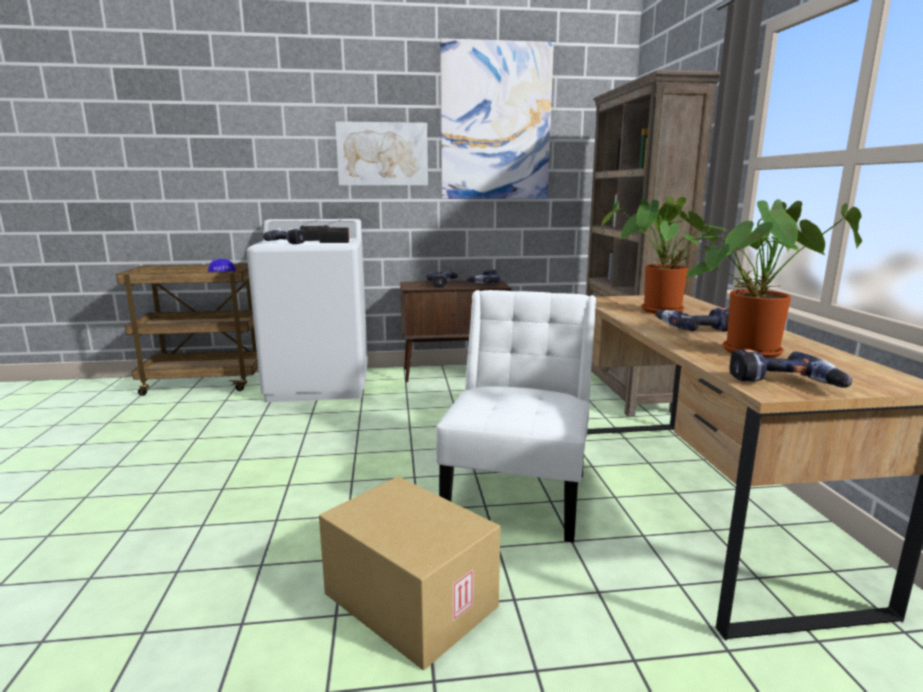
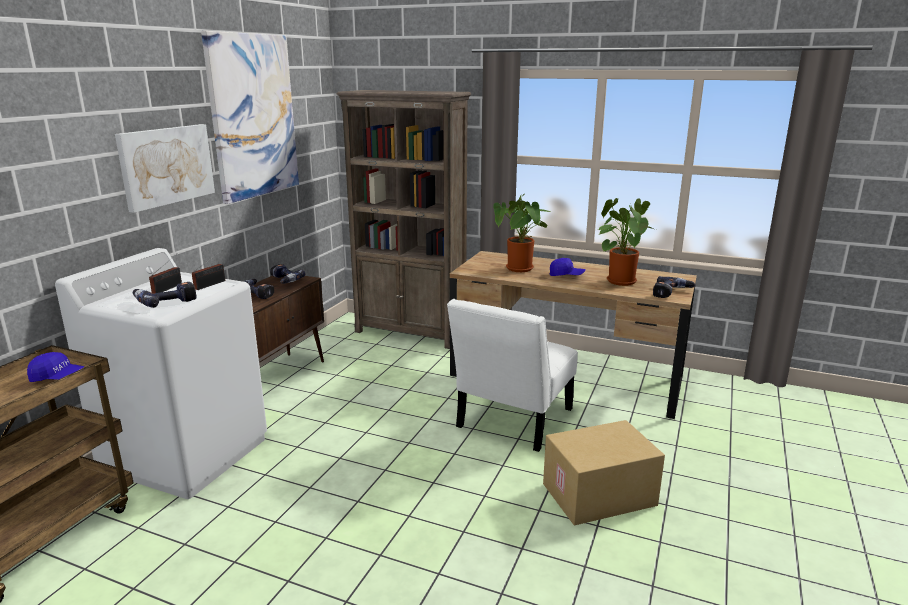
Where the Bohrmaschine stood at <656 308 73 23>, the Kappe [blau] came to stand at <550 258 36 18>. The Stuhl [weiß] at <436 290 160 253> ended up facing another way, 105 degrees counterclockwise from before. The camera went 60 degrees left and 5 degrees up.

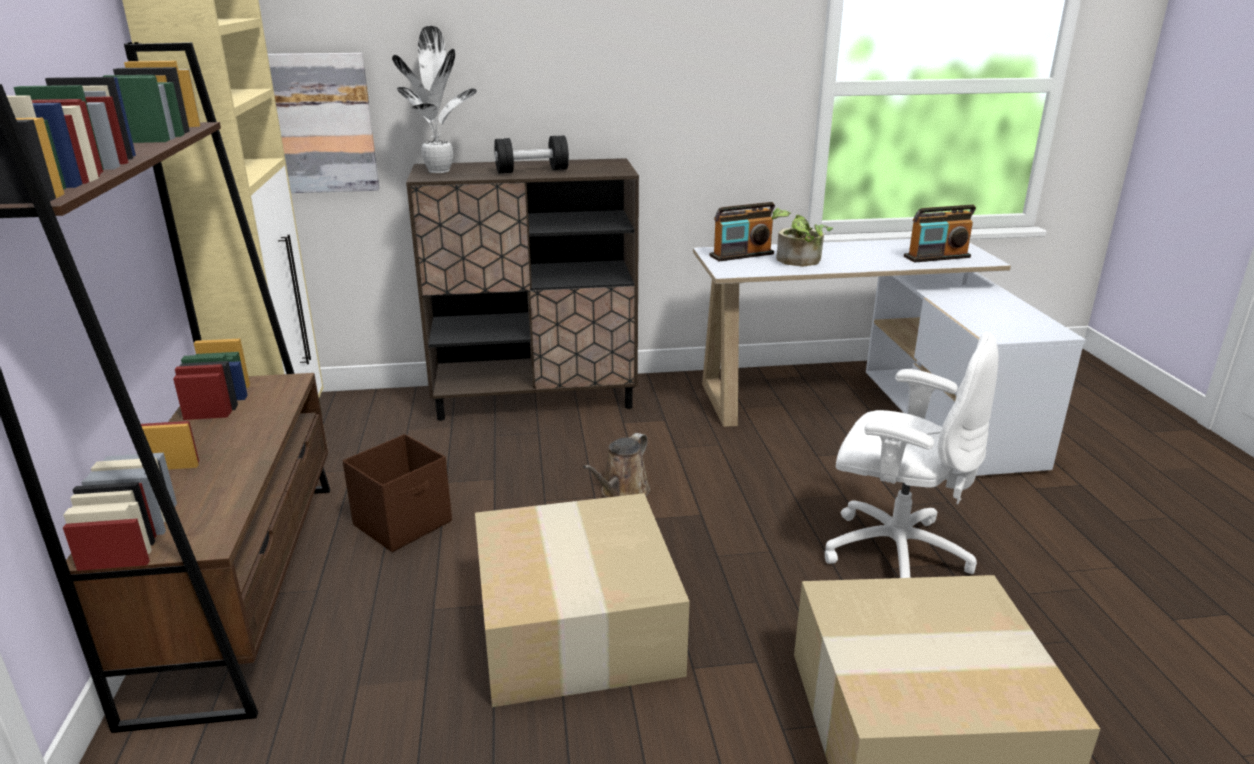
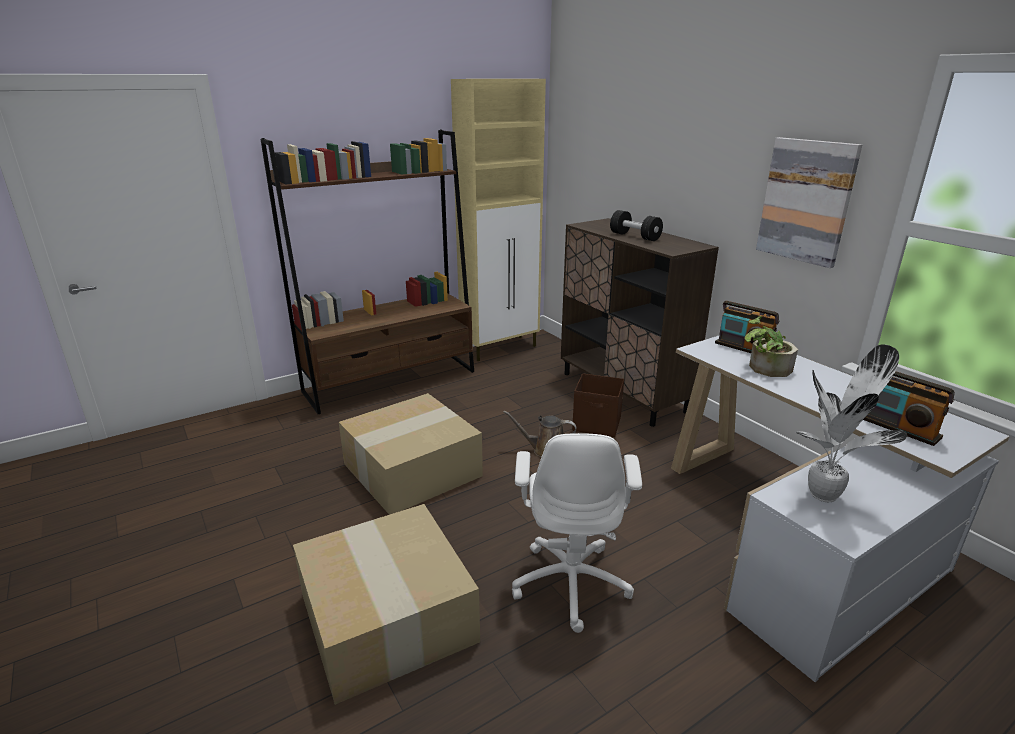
The Bild ended up elsewhere, having gone from <268 53 111 140> to <756 137 106 131>. The Aufbewahrungsbox [braun] ended up elsewhere, having gone from <343 434 109 118> to <572 373 52 64>. The Topfpflanze ended up elsewhere, having gone from <392 26 85 147> to <795 345 112 157>. The camera went 65 degrees right and 0 degrees up.

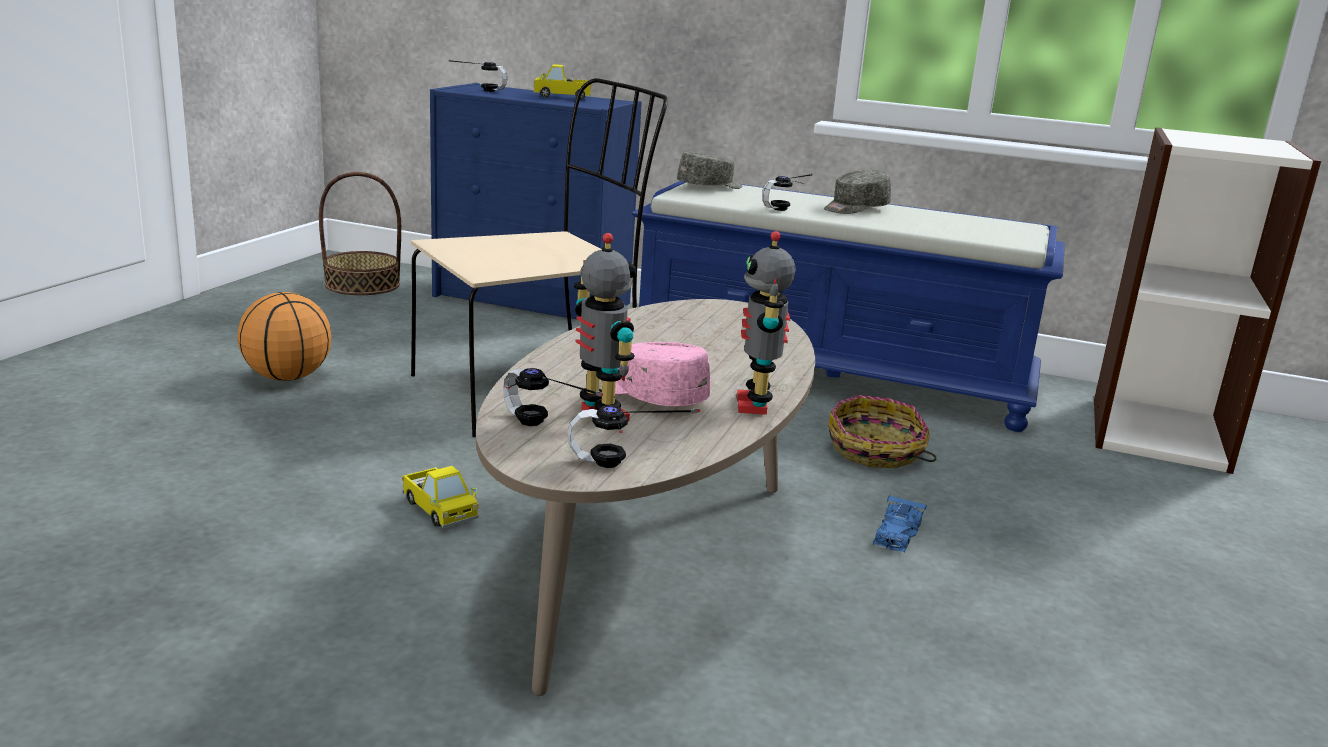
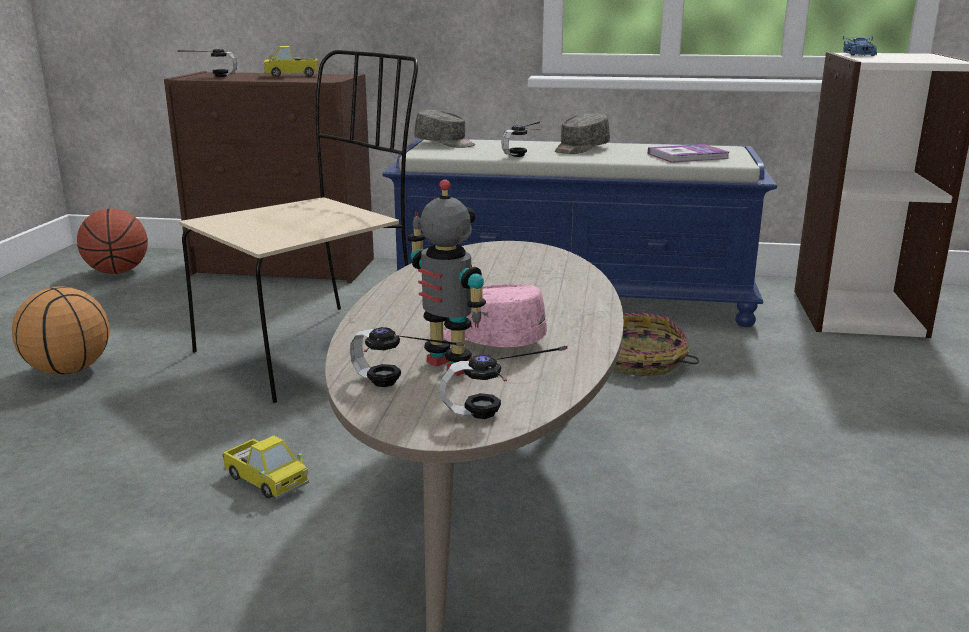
The second view lost the Spielzeugroboter at <737 231 59 184>. The second view gained the Buch at <648 144 81 19>. The Spielzeugauto [blau] ended up elsewhere, having gone from <873 495 54 57> to <843 36 34 20>. Where the Korb stood at <319 172 82 123>, the Basketball came to stand at <77 208 71 66>. What was the Kommode [blau] at <430 83 212 236> turned into the Kommode [braun] at <164 71 210 212>. The Kappe [grau] at <677 152 65 37> ended up facing another way, 75 degrees clockwise from before. The camera went 10 degrees left and 0 degrees up.

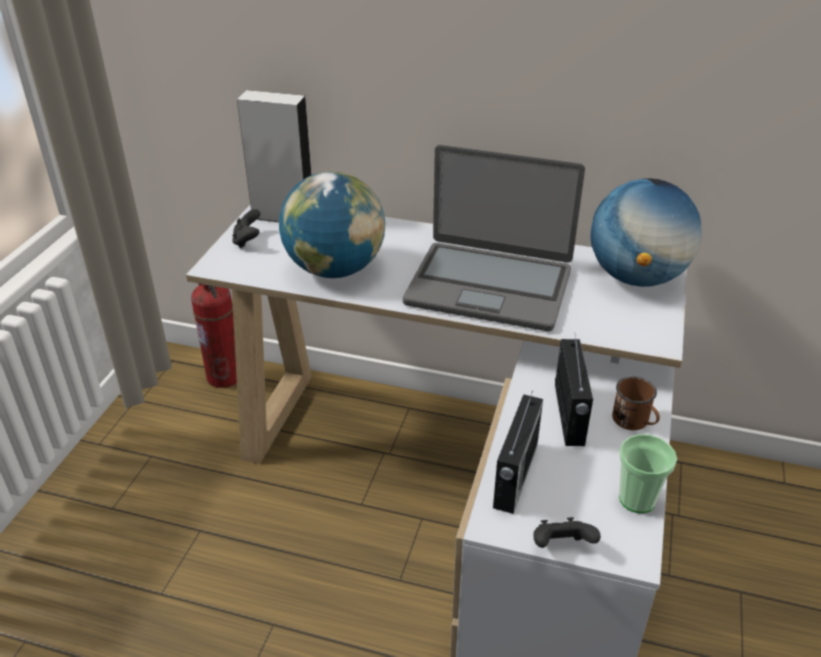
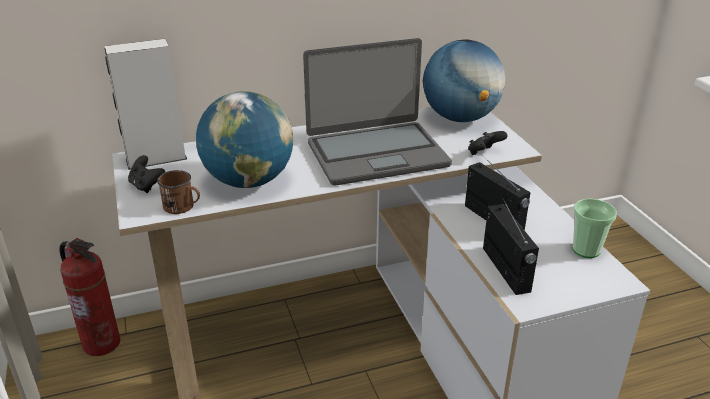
The Gamepad [schwarz] ended up elsewhere, having gone from <533 517 68 31> to <468 131 40 24>. The Henkelbecher [braun] ended up elsewhere, having gone from <612 376 48 54> to <157 170 43 44>. The camera went 35 degrees left and 5 degrees down.

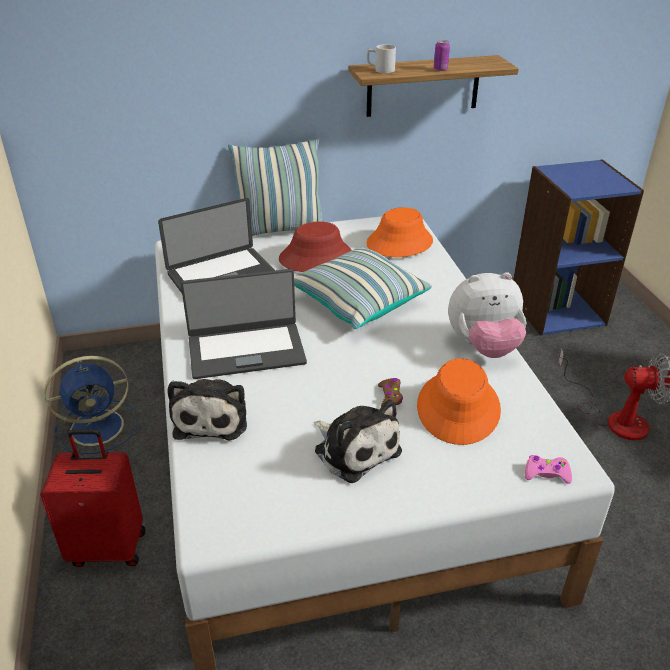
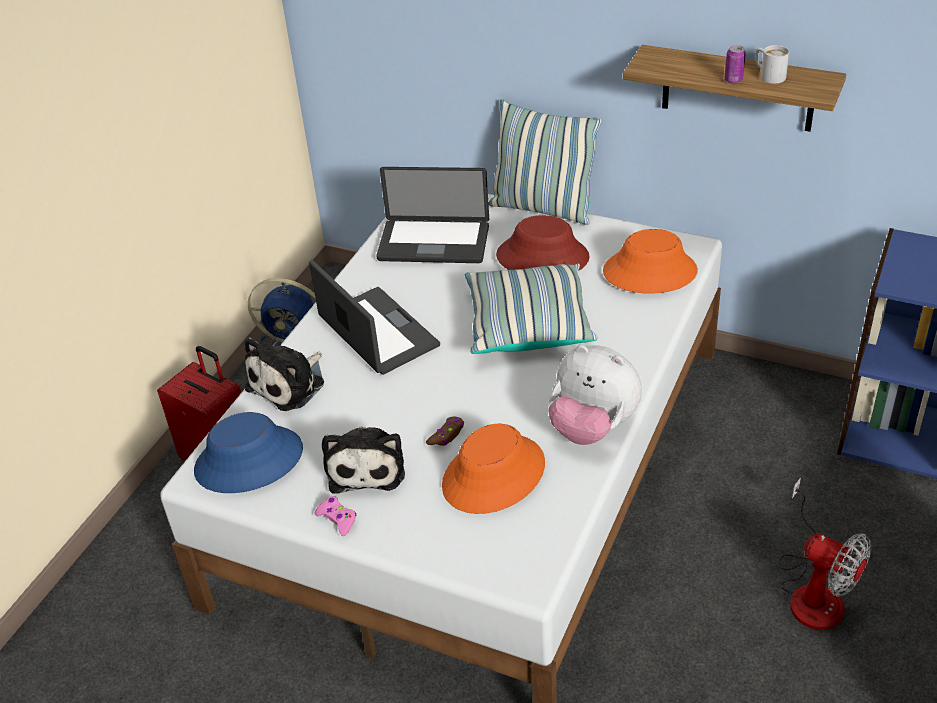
The second view gained the Hut [blau] at <194 412 109 81>. The Henkelbecher [weiß] ended up elsewhere, having gone from <367 44 29 29> to <755 45 35 39>. The Gamepad [rosa] ended up elsewhere, having gone from <525 455 47 29> to <314 496 42 40>. The Laptop at <181 269 126 110> ended up facing another way, 150 degrees counterclockwise from before. The camera went 40 degrees right and 5 degrees up.

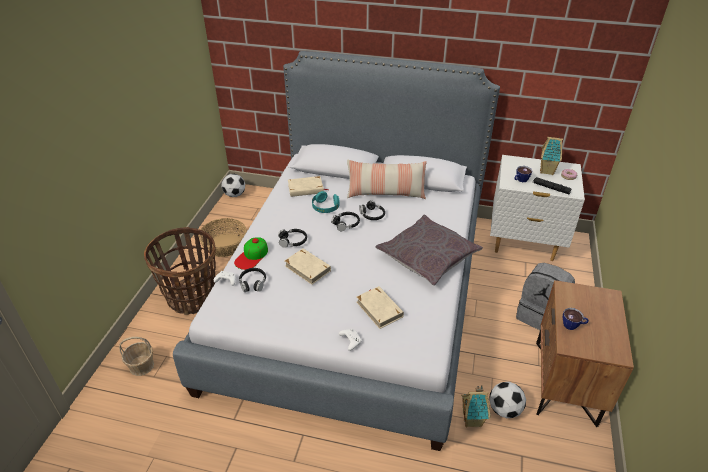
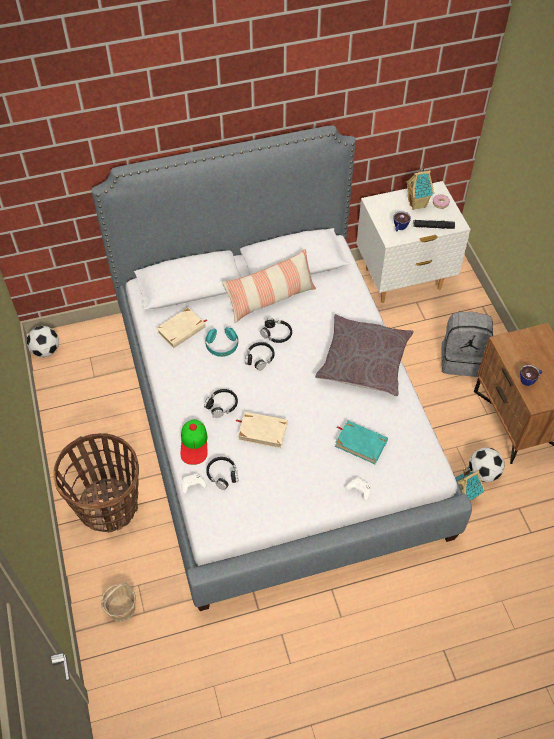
The second view lost the Korb at <198 218 49 39>. What was the Buch [beige] at <356 286 48 43> turned into the Buch [türkis] at <335 420 53 44>. The camera went 30 degrees left and 15 degrees up.

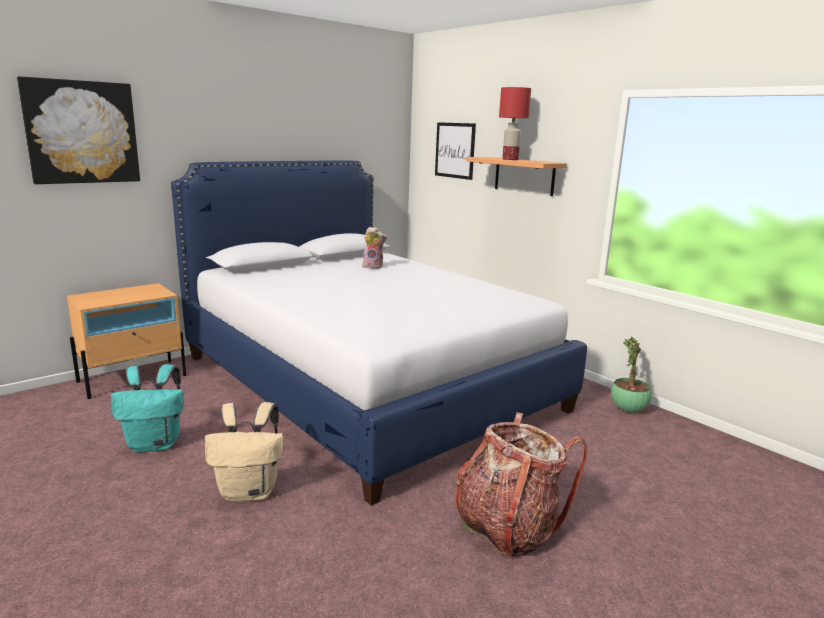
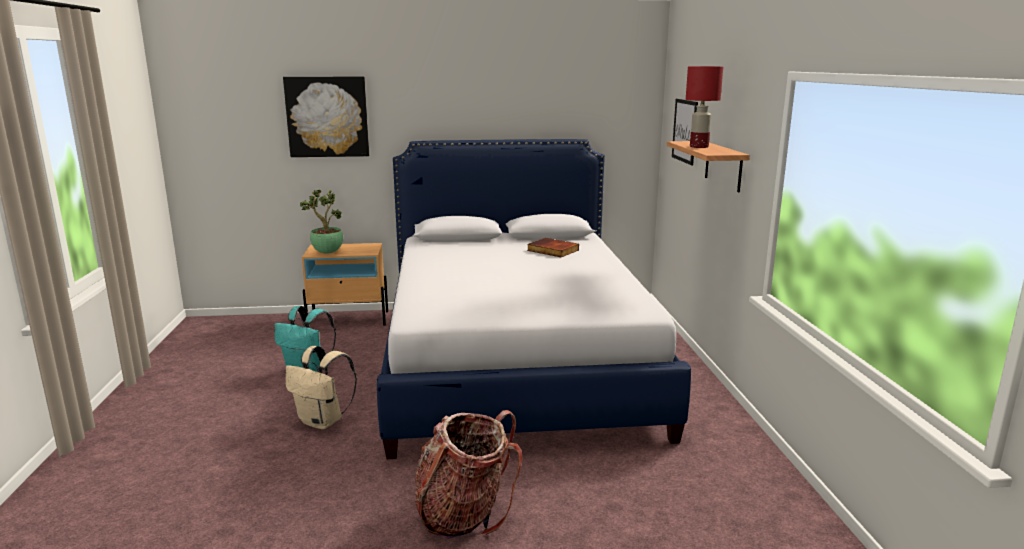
The Topfpflanze ended up elsewhere, having gone from <611 336 41 76> to <300 189 43 65>. Where the Plüschtier stood at <362 227 25 42>, the Buch came to stand at <527 238 52 19>. The camera went 35 degrees right and 0 degrees up.

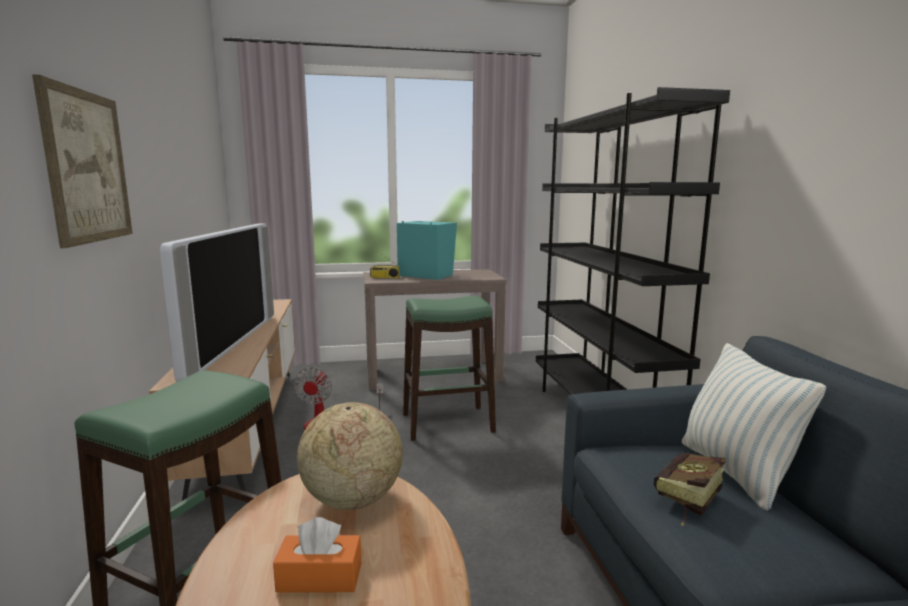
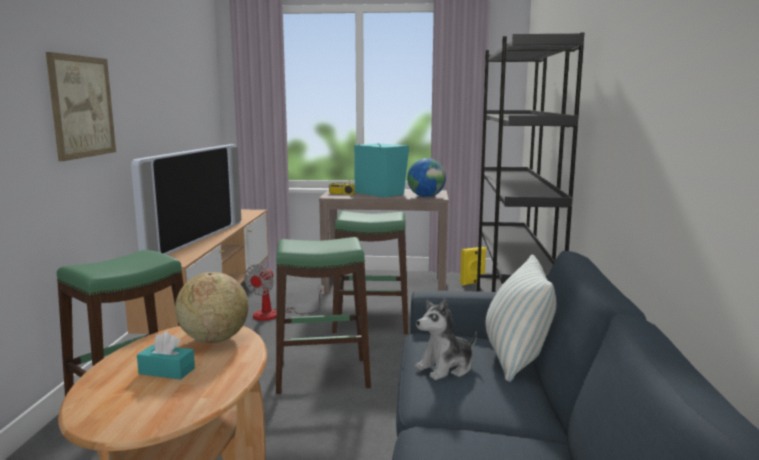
The second view gained the Hocker [grün] at <276 237 95 157>. The second view gained the Globus at <407 158 39 39>. The second view gained the Lautsprecher [gelb] at <460 247 26 39>. Where the Buch stood at <654 453 72 73>, the Plüschtier came to stand at <415 298 62 82>. What was the Taschentuchbox [orange] at <273 517 88 76> turned into the Taschentuchbox [türkis] at <137 332 58 48>. The camera went 15 degrees right and 0 degrees up.

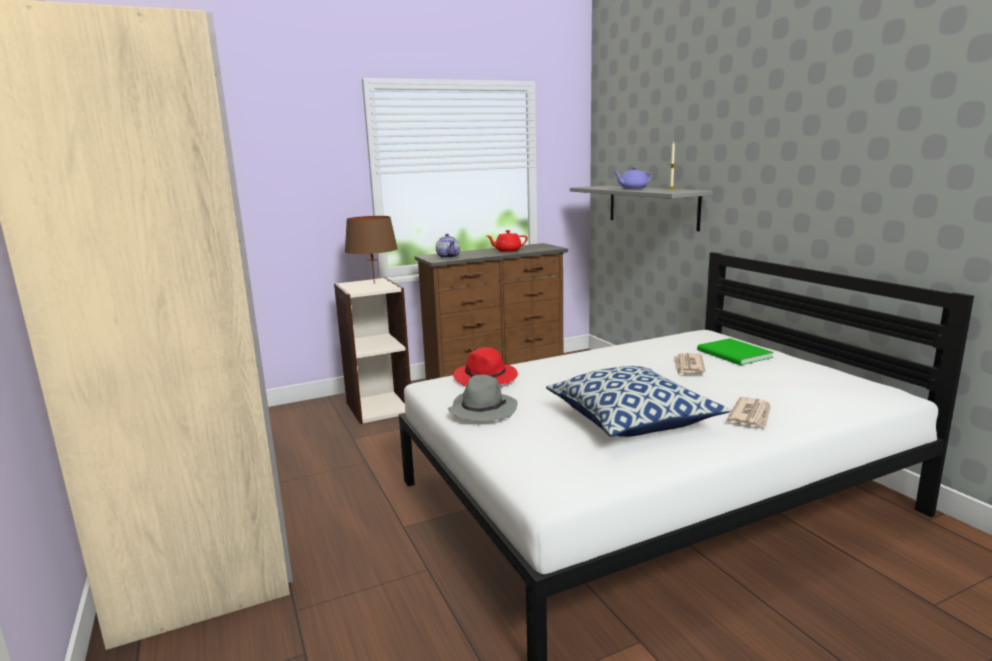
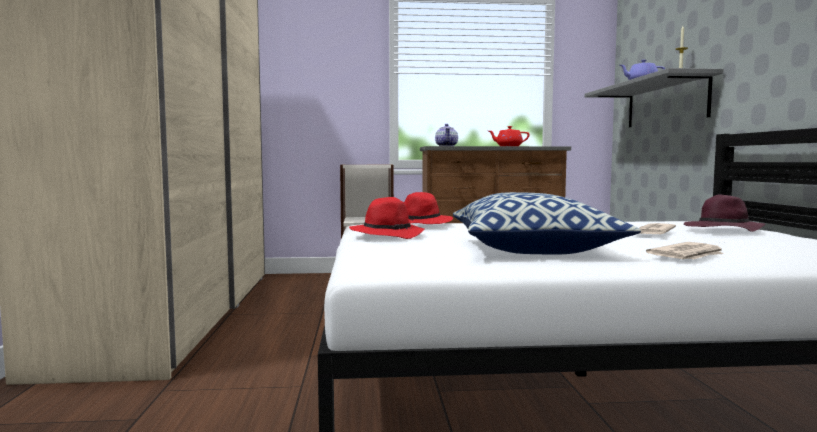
The second view lost the Tischlampe [braun] at <345 216 53 68>. Where the Buch [grün] stood at <697 338 77 27>, the Hut [lila] came to stand at <684 195 82 37>. What was the Hut [grau] at <448 375 70 46> turned into the Hut [rot] at <349 197 76 42>. The camera went 20 degrees right and 10 degrees down.

